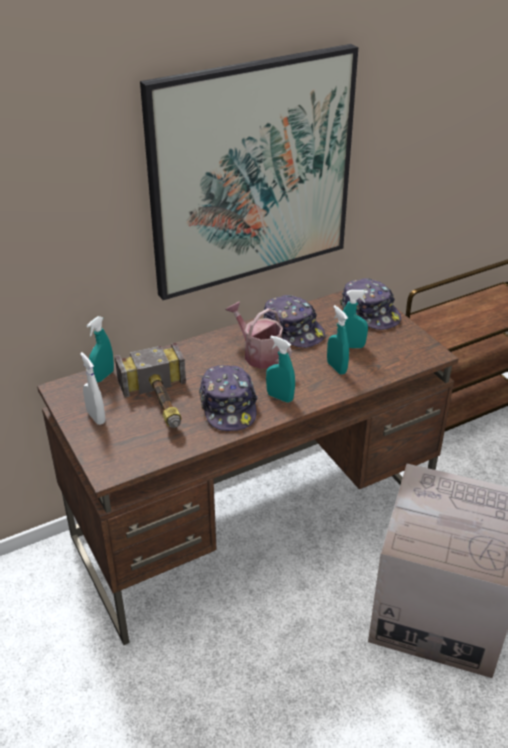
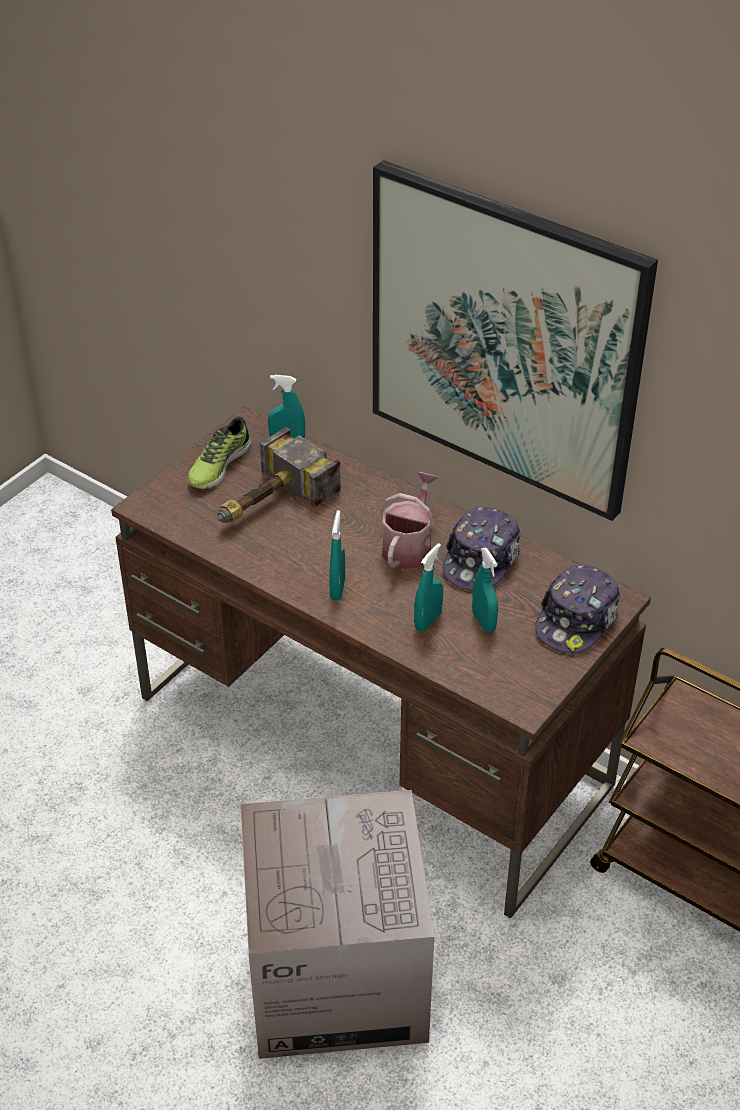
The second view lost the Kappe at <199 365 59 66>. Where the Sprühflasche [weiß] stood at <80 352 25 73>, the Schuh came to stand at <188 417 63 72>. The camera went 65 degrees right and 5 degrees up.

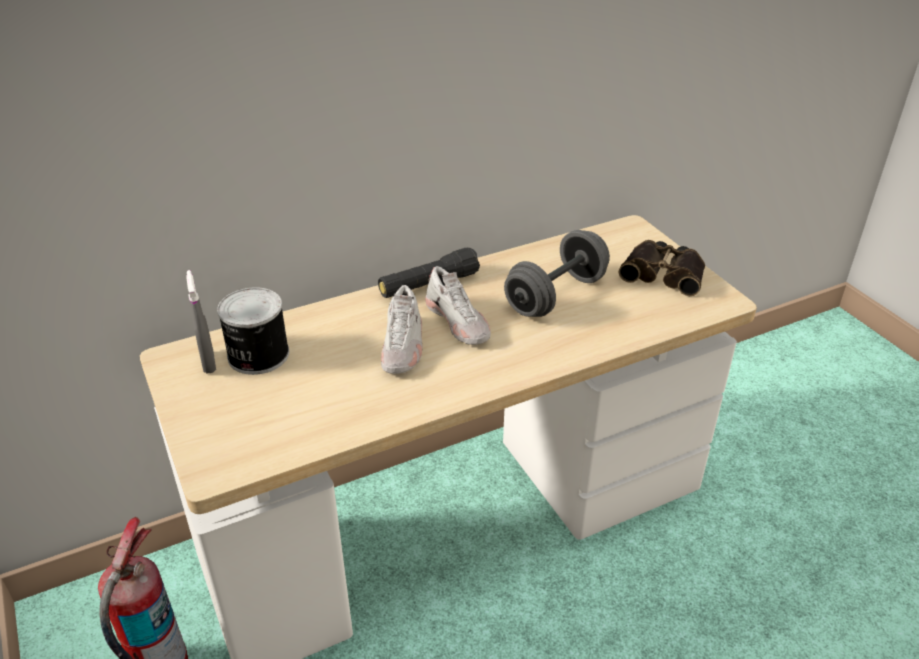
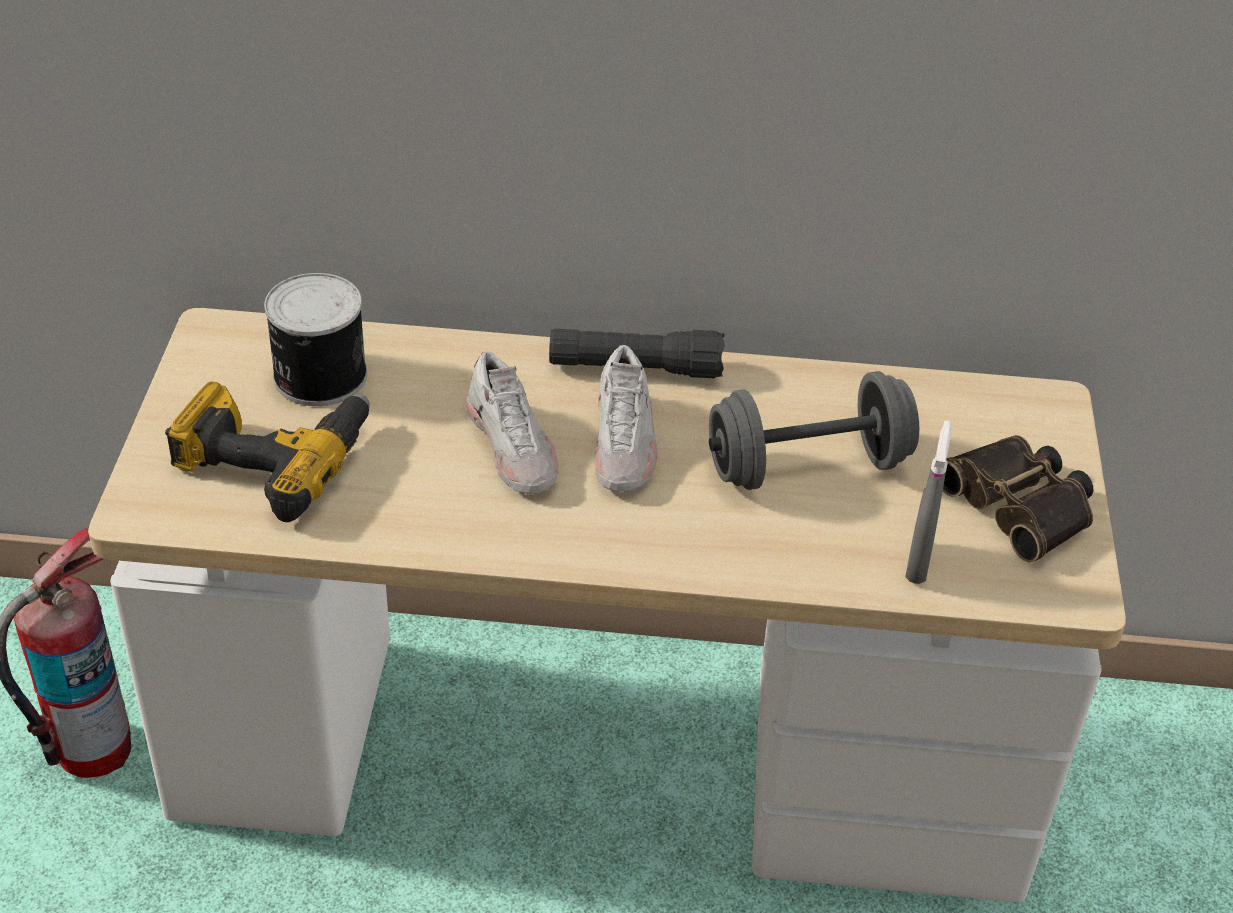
The second view gained the Bohrmaschine at <165 381 205 141>. The Sprühflasche [grau] ended up elsewhere, having gone from <186 270 30 104> to <905 421 46 163>. The Schuh [weiß] at <381 285 42 89> ended up facing another way, 60 degrees counterclockwise from before. The camera went 30 degrees right and 5 degrees up.

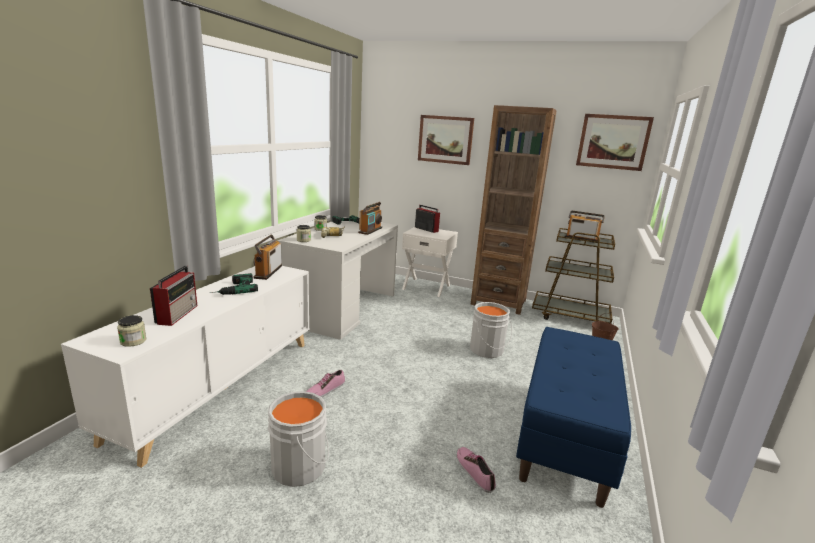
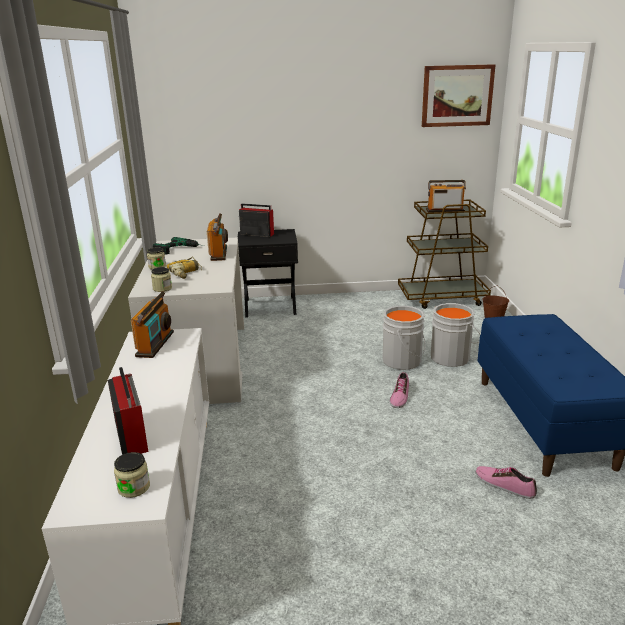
The second view lost the Bohrmaschine at <209 273 49 22>. The second view lost the Bild at <418 115 56 50>. The second view lost the Bücherregal [braun] at <471 105 86 210>. The Eimer [grau] ended up elsewhere, having gone from <268 391 61 96> to <431 303 50 64>. The Schuh ended up elsewhere, having gone from <306 370 39 27> to <390 372 19 36>. What was the Nachttisch [weiß] at <402 227 56 70> turned into the Nachttisch [schwarz] at <238 229 60 89>. The Radio at <253 235 29 45> ended up facing another way, 150 degrees counterclockwise from before. The camera went 25 degrees left and 5 degrees up.

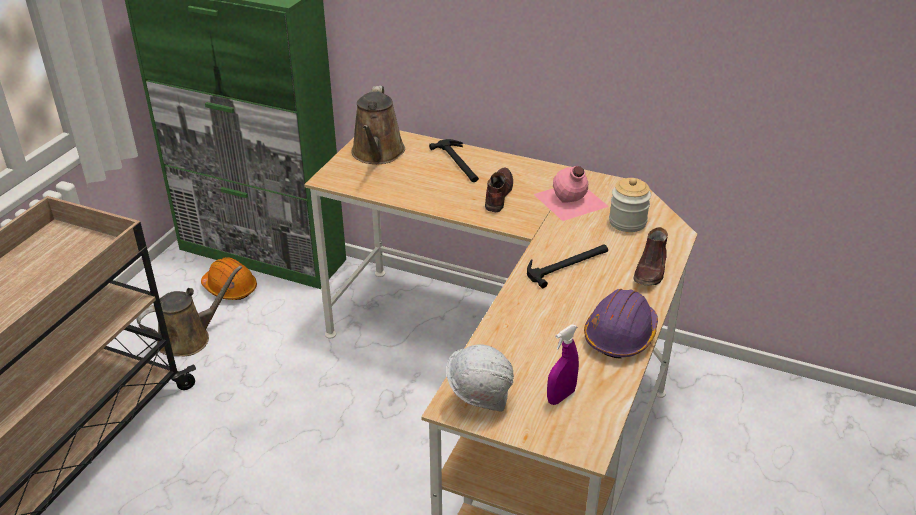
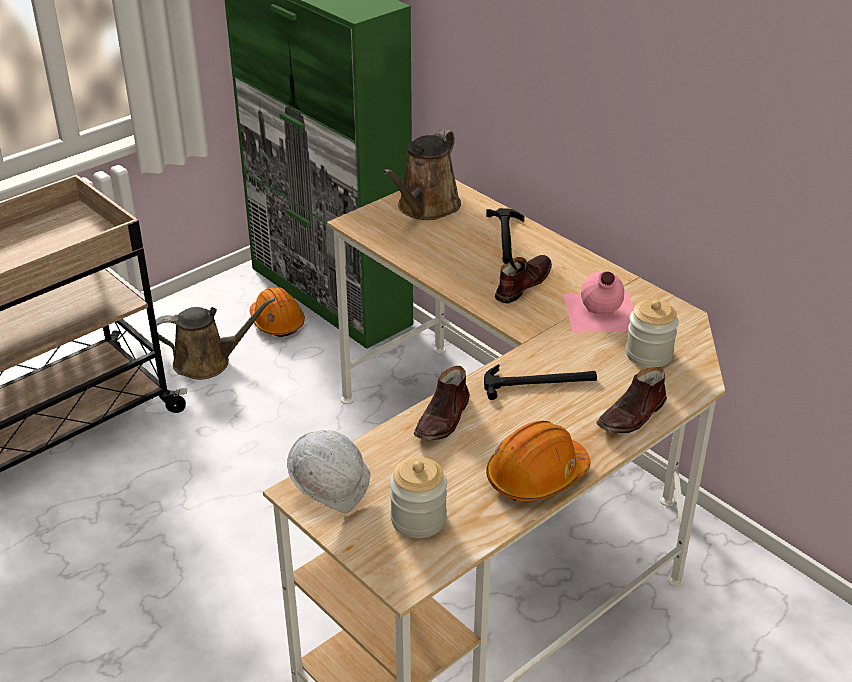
The second view gained the Schuh [braun] at <414 366 56 74>. Where the Sprühflasche [lila] stood at <547 325 32 80>, the Vorratsglas came to stand at <389 457 58 81>. What was the Schutzhelm [lila] at <584 289 74 70> turned into the Schutzhelm [orange] at <486 421 104 80>. The camera went 25 degrees right and 0 degrees up.

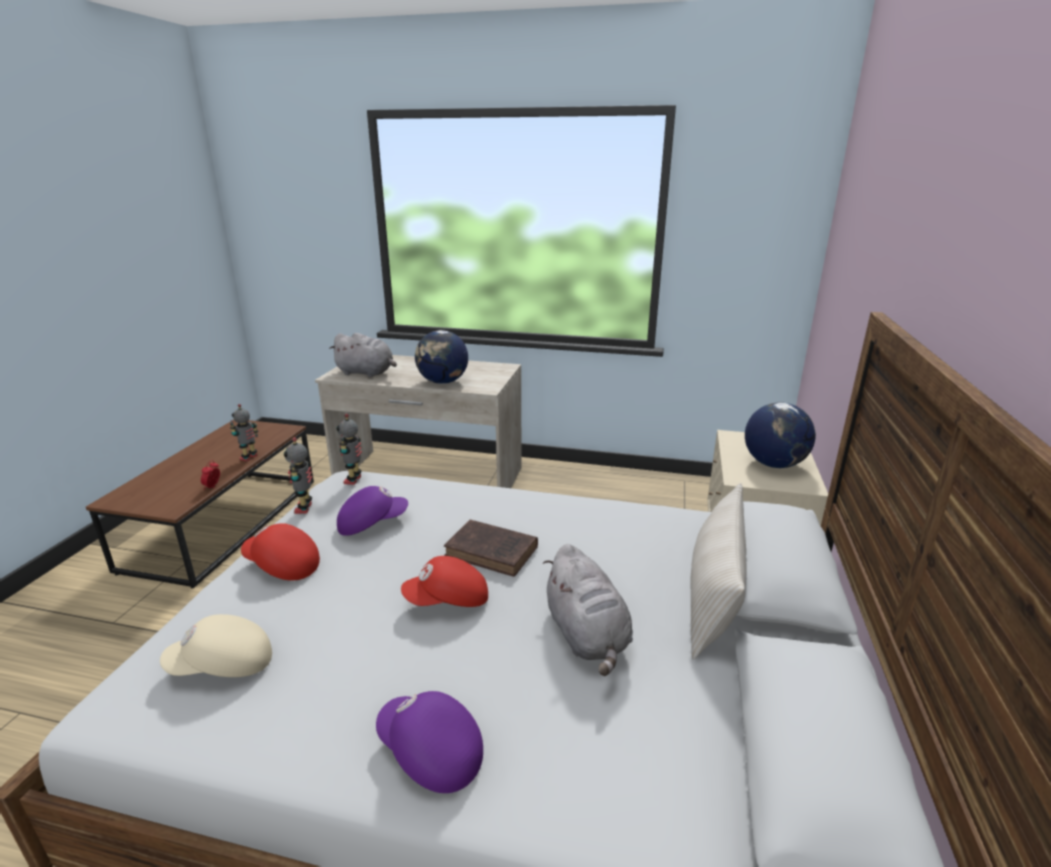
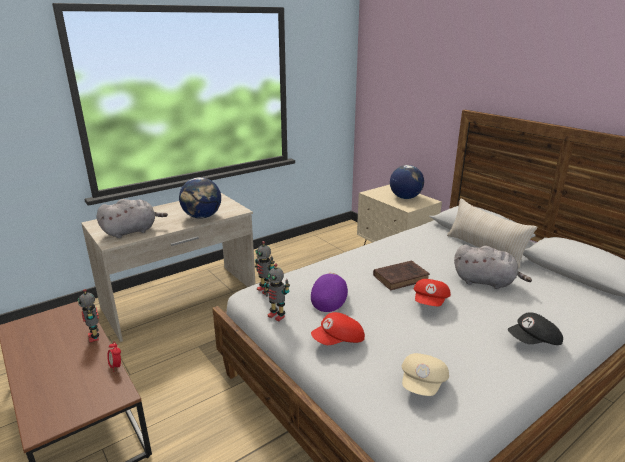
What was the Kappe [lila] at <376 691 107 102> turned into the Kappe [schwarz] at <508 312 55 33>. The camera went 50 degrees left and 0 degrees up.

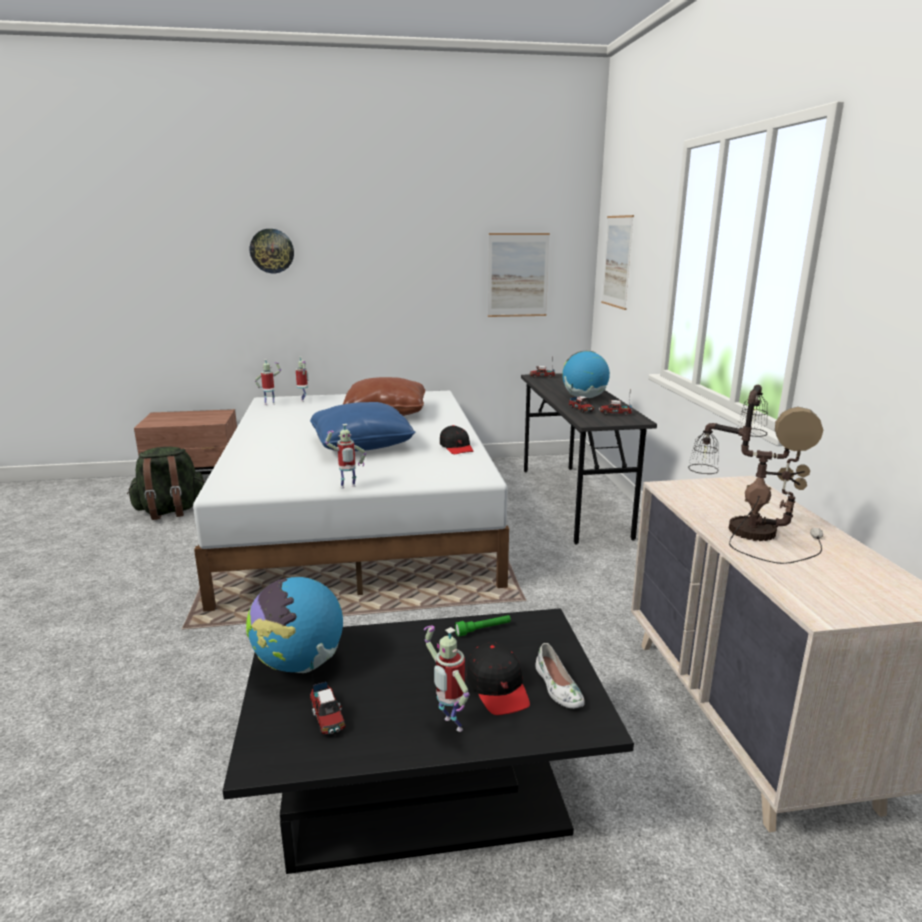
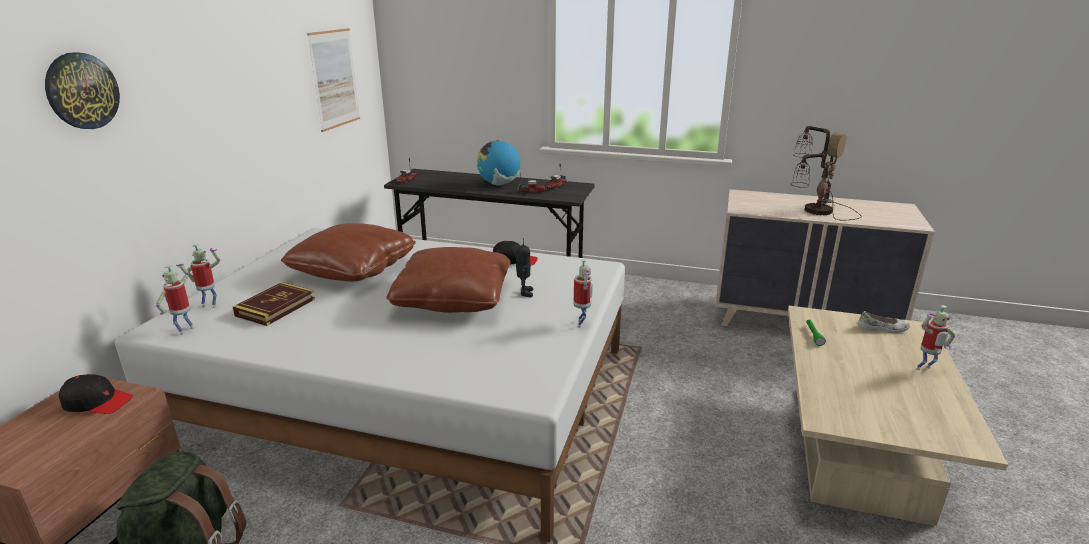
The second view lost the Globus at <246 577 97 96>. The second view lost the Spielzeuglaster at <310 661 35 73>. The second view lost the Bild at <601 215 33 95>. The second view gained the Buch at <233 282 82 44>. The second view gained the Spielzeugroboter at <516 238 17 60>. The Kappe [schwarz] ended up elsewhere, having gone from <467 643 63 72> to <59 374 74 40>. What was the Couchtisch [schwarz] at <223 608 411 266> turned into the Couchtisch [beige] at <788 306 220 220>. What was the Kissen [blau] at <310 402 105 49> turned into the Kissen [braun] at <387 247 123 66>. The camera went 65 degrees left and 5 degrees up.

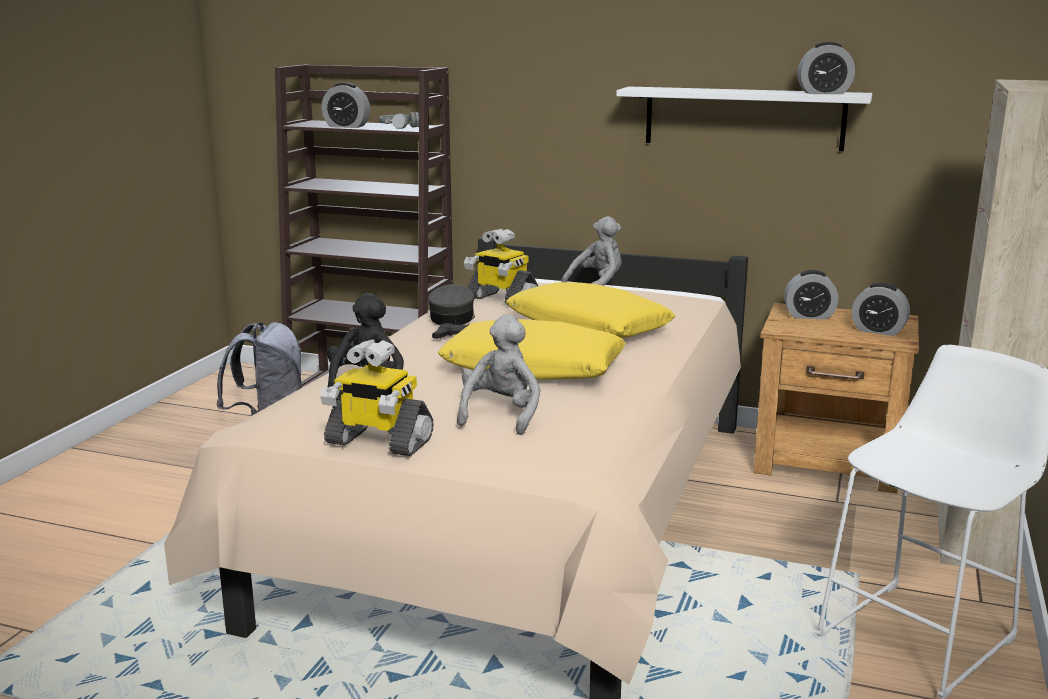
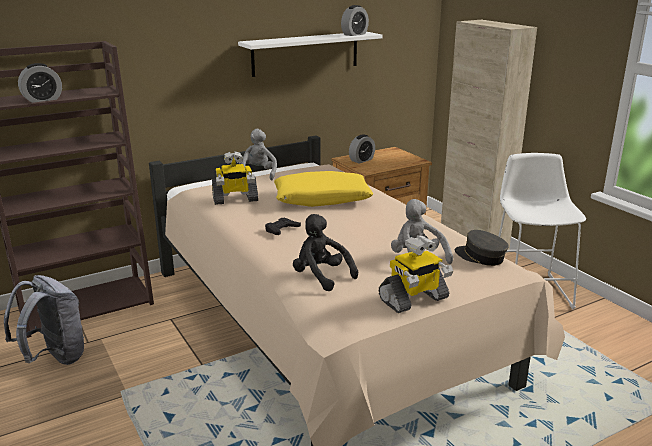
The second view lost the Kopfhörer [grau] at <379 112 40 17>. The second view lost the Kissen [gelb] at <438 319 188 61>. The second view lost the Wecker at <852 283 58 53>. The Kappe [grau] ended up elsewhere, having gone from <428 284 47 41> to <455 230 54 36>. The camera went 50 degrees left and 5 degrees up.

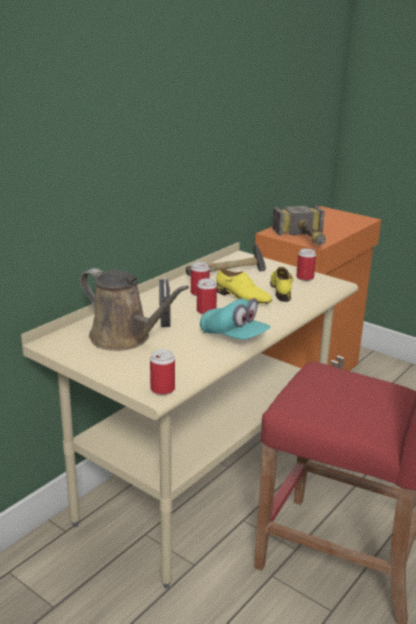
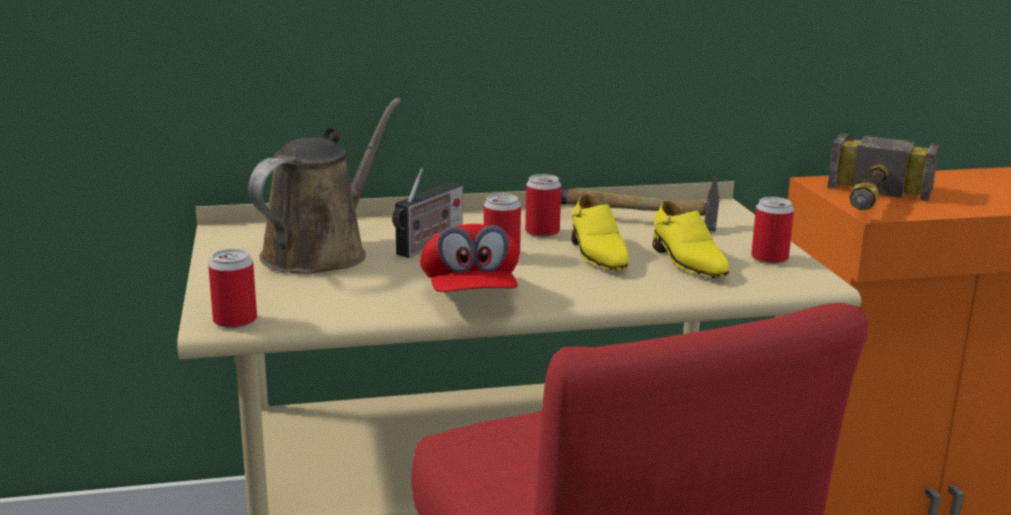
What was the Kappe [türkis] at <200 298 70 41> turned into the Kappe [rot] at <420 224 99 68>. The Gießkanne [braun] at <80 268 109 83> ended up facing another way, 135 degrees counterclockwise from before. The Schuh [gelb] at <270 267 23 35> ended up facing another way, 120 degrees clockwise from before. The camera went 40 degrees right and 5 degrees down.

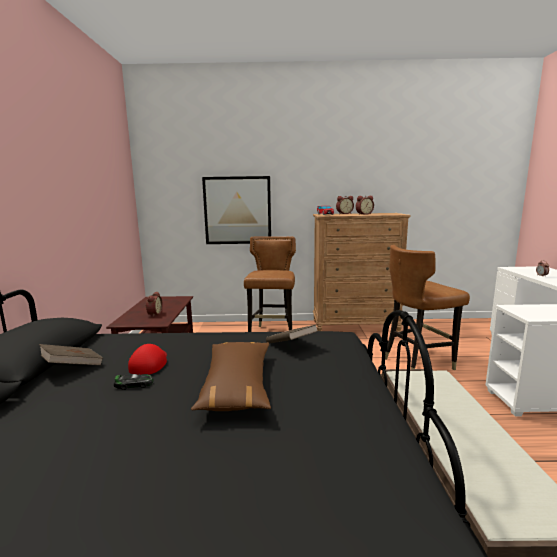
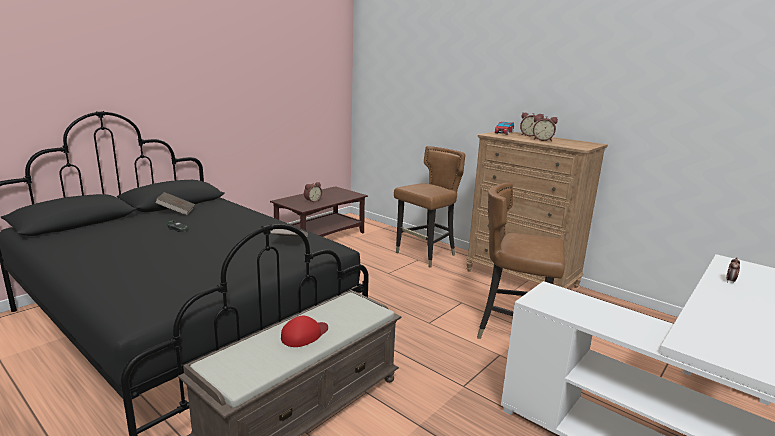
The second view lost the Kissen [braun] at <191 342 80 69>. The second view lost the Bild at <202 176 69 68>. The Kappe [rot] ended up elsewhere, having gone from <128 344 39 31> to <281 316 47 31>. The camera went 40 degrees right and 5 degrees up.

